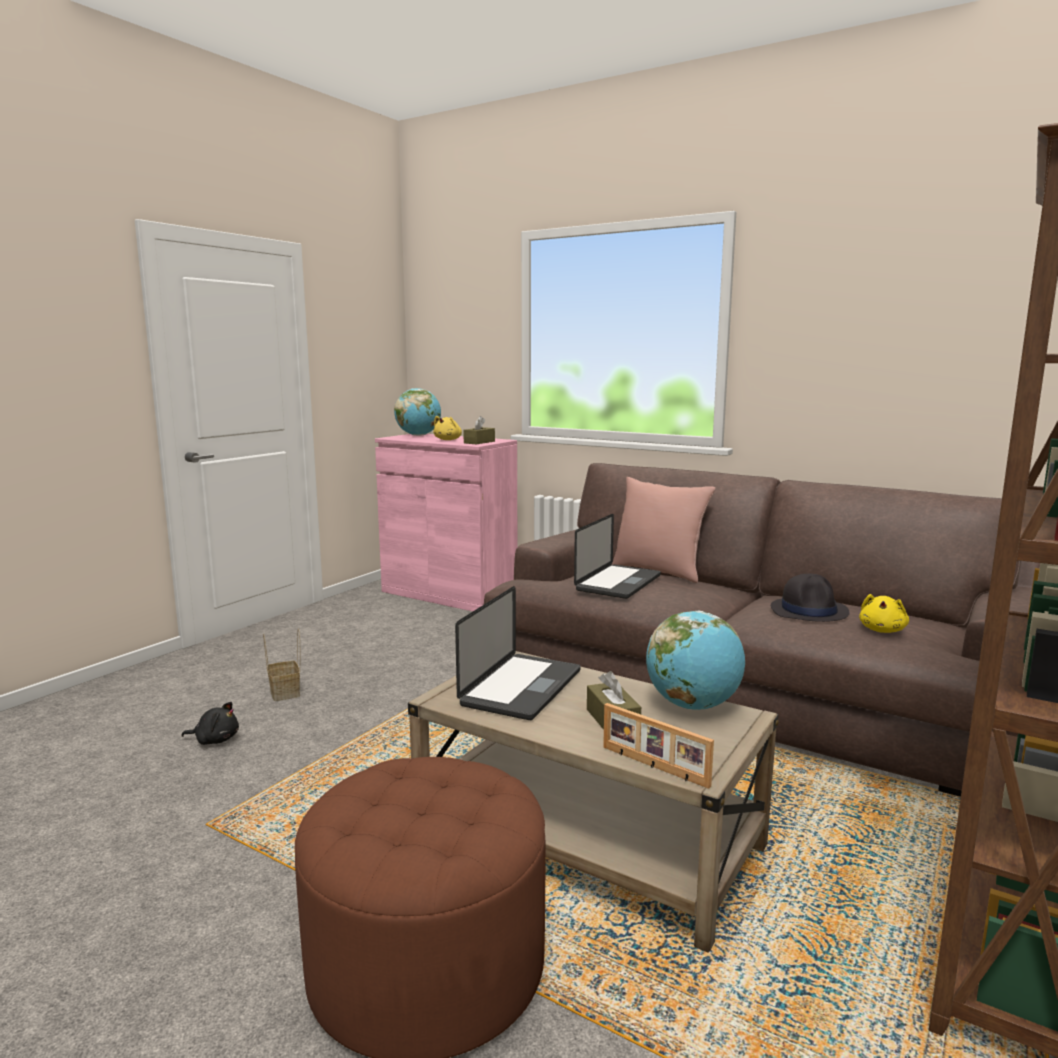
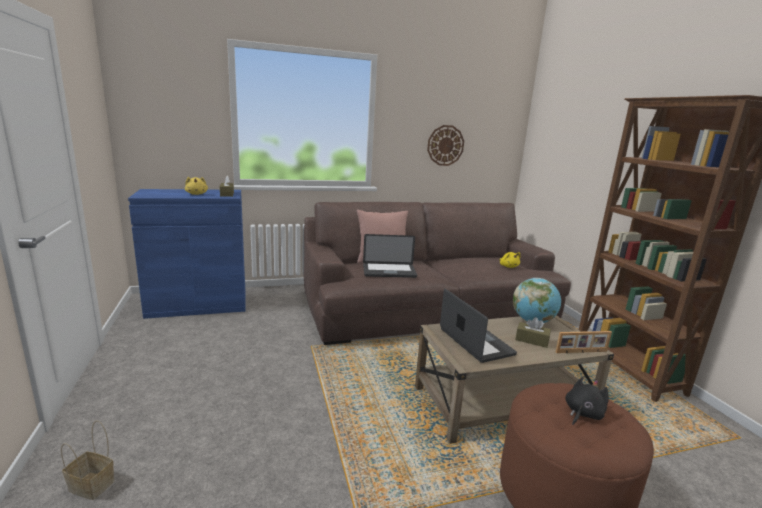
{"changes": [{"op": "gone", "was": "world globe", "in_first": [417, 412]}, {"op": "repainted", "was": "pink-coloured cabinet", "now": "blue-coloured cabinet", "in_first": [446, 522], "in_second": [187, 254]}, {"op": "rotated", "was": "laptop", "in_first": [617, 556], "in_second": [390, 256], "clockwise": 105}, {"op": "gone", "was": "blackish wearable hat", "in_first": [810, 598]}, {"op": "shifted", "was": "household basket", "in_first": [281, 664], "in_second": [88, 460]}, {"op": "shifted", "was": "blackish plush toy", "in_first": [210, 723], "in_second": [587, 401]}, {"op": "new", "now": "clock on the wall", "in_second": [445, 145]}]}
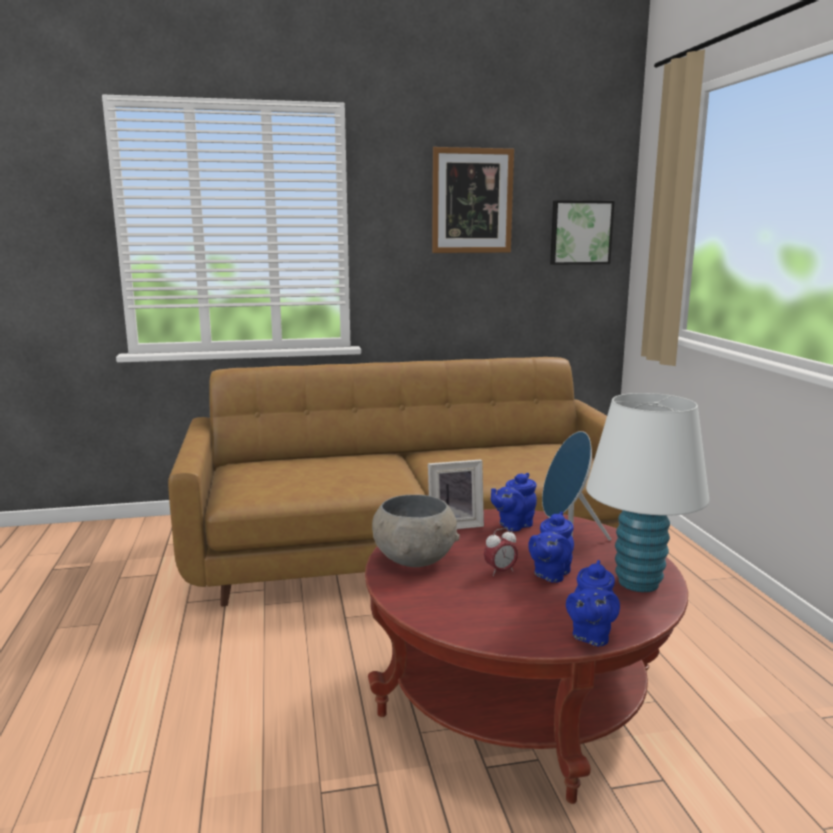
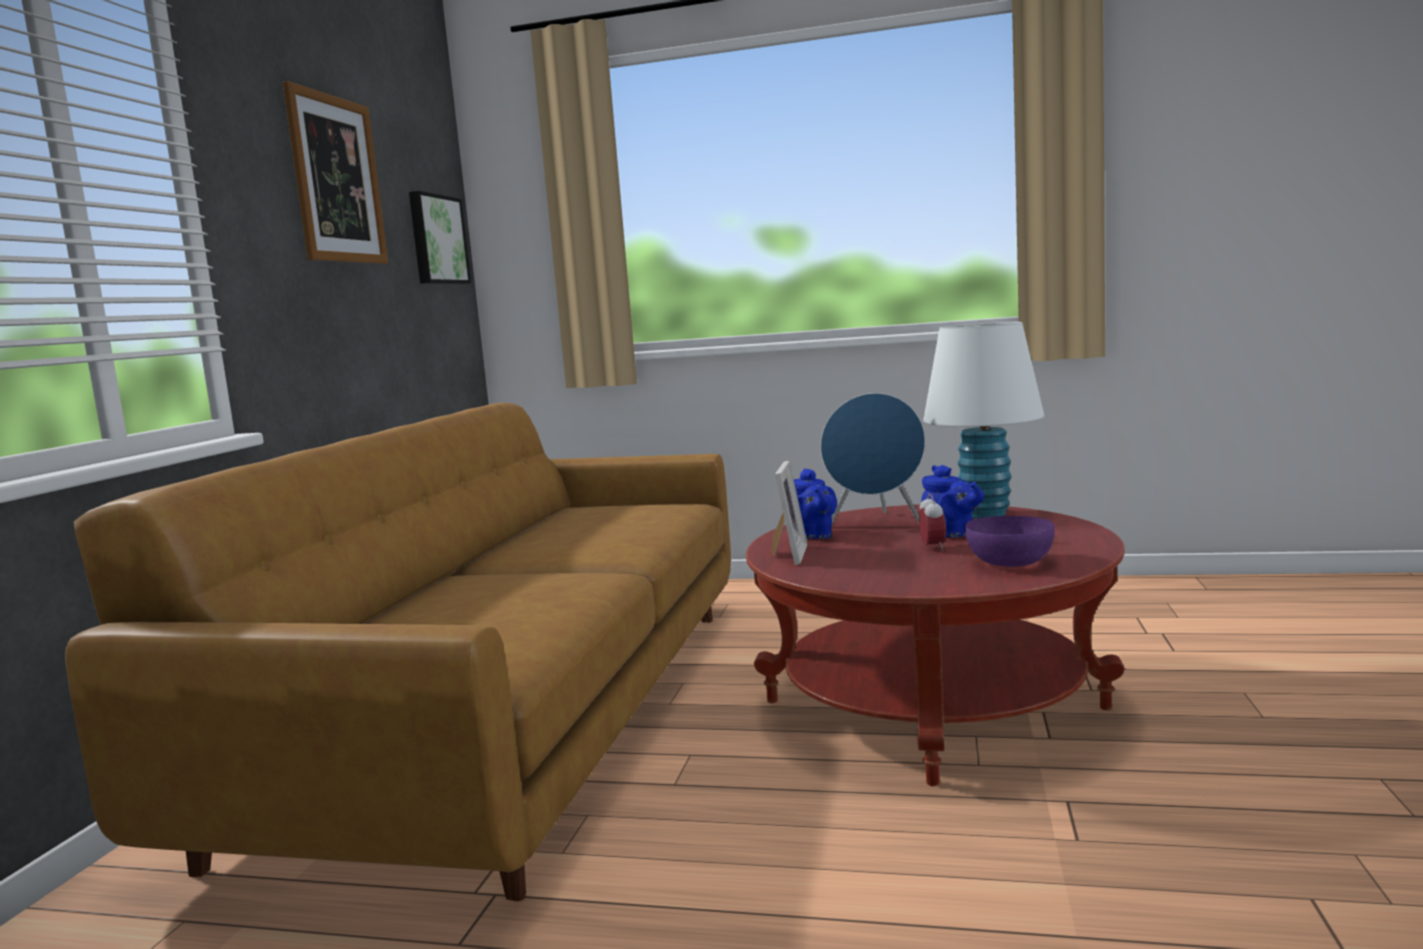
{"changes": [{"op": "gone", "was": "greyish serving bowl", "in_first": [416, 531]}, {"op": "gone", "was": "blue-coloured pot for tea", "in_first": [593, 603]}, {"op": "new", "now": "purple serving bowl", "in_second": [1010, 541]}]}
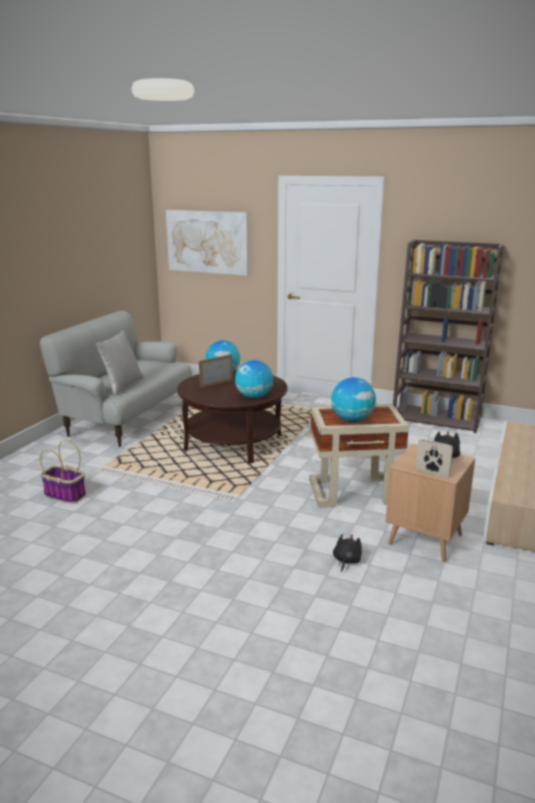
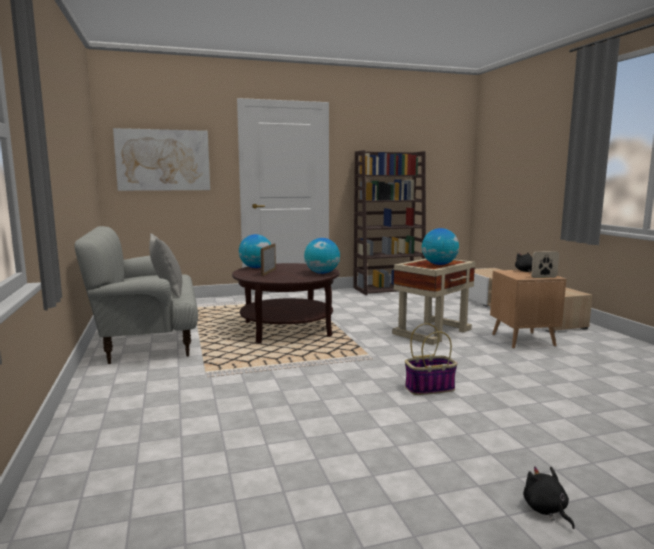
{"changes": [{"op": "shifted", "was": "household basket", "in_first": [63, 472], "in_second": [431, 359]}, {"op": "shifted", "was": "blackish plush toy", "in_first": [347, 553], "in_second": [549, 497]}]}
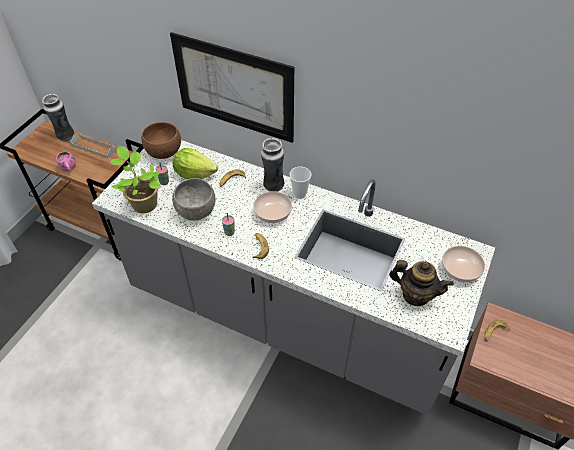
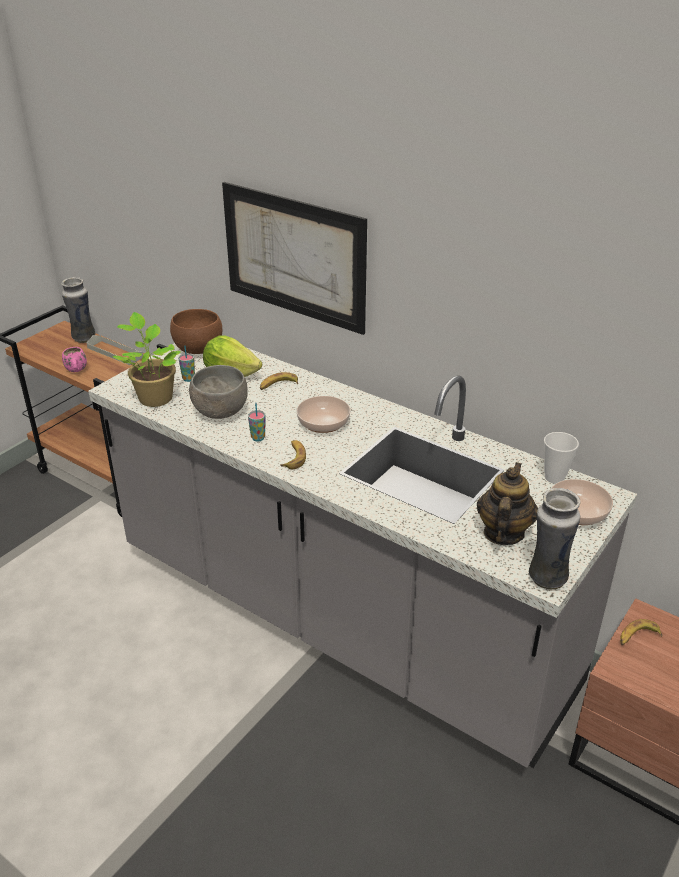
{"changes": [{"op": "shifted", "was": "flower vase", "in_first": [272, 165], "in_second": [555, 539]}, {"op": "shifted", "was": "small cup", "in_first": [300, 183], "in_second": [561, 458]}, {"op": "rotated", "was": "pot for tea", "in_first": [421, 283], "in_second": [507, 503], "clockwise": -105}]}
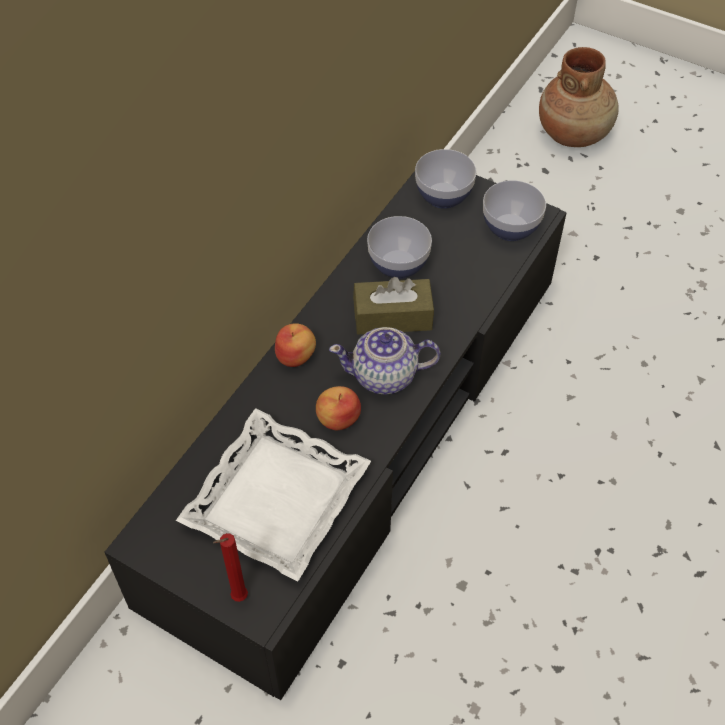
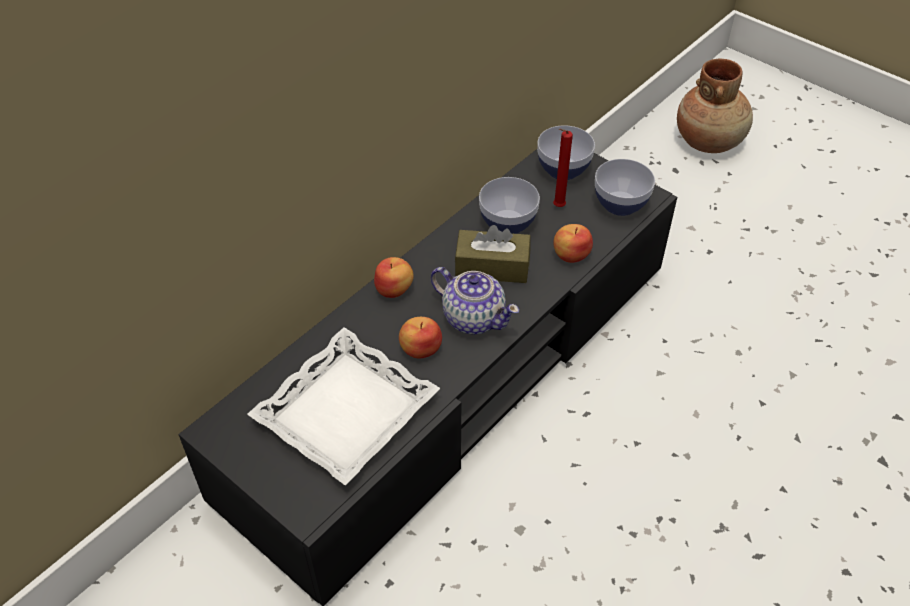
{"changes": [{"op": "rotated", "was": "pot for tea", "in_first": [385, 361], "in_second": [475, 301], "clockwise": -150}, {"op": "shifted", "was": "red candle", "in_first": [230, 567], "in_second": [563, 168]}, {"op": "new", "now": "apple", "in_second": [573, 243]}]}
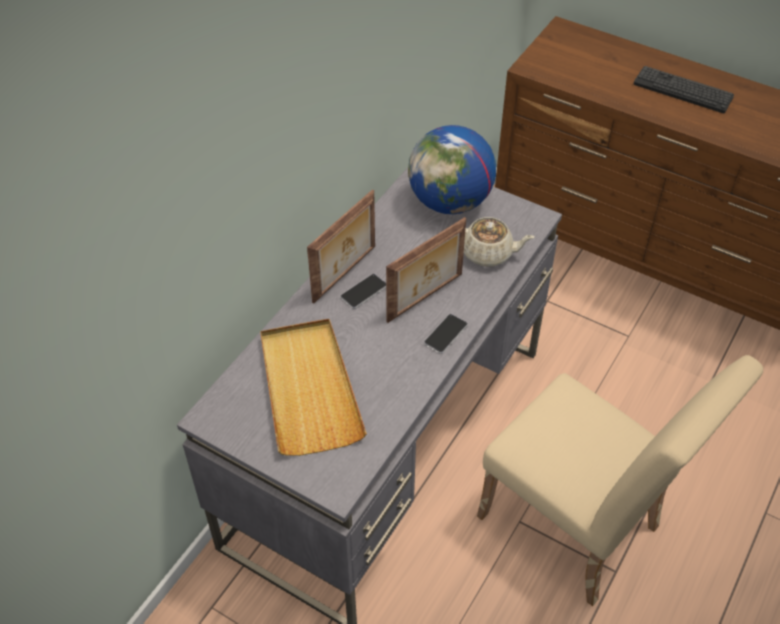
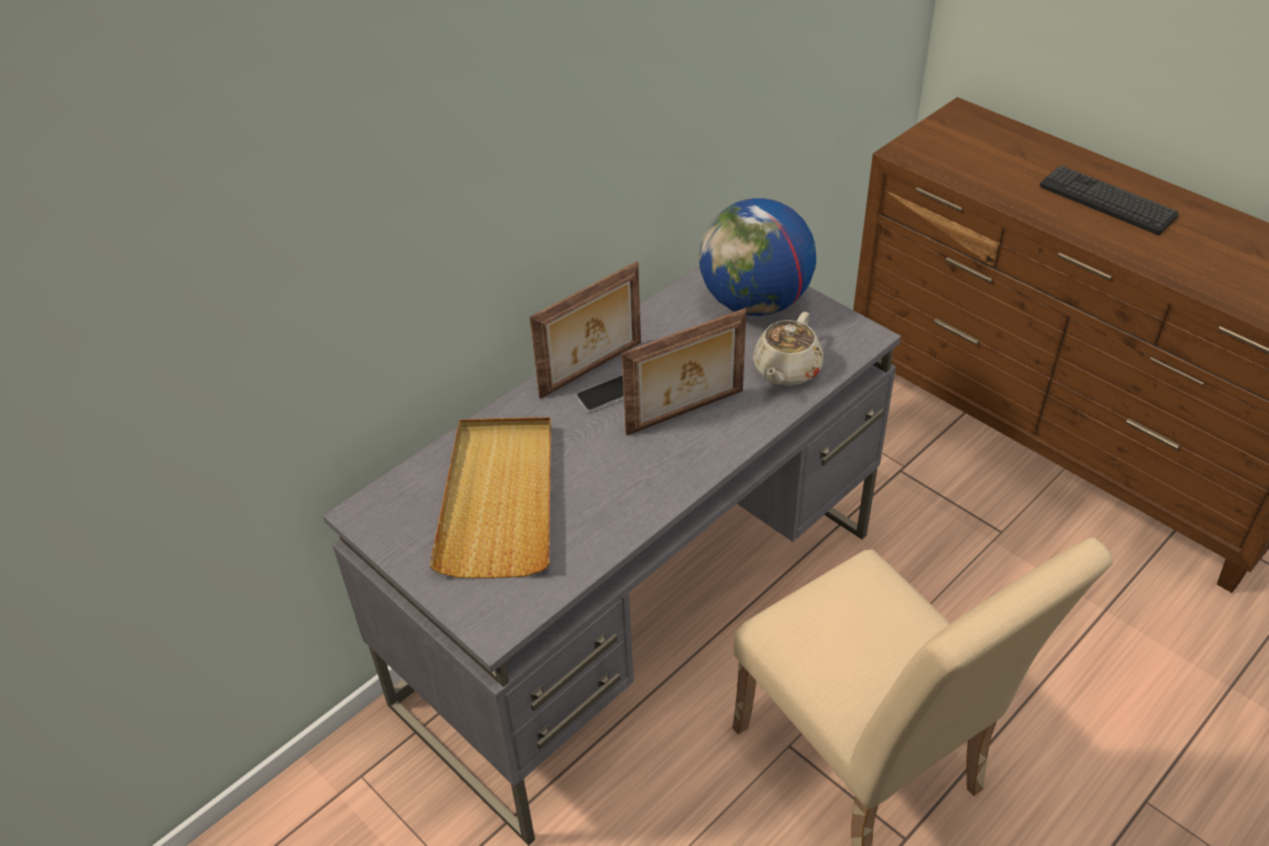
{"changes": [{"op": "rotated", "was": "beige pot for tea", "in_first": [499, 241], "in_second": [788, 349], "clockwise": 90}, {"op": "gone", "was": "handset", "in_first": [446, 334]}]}
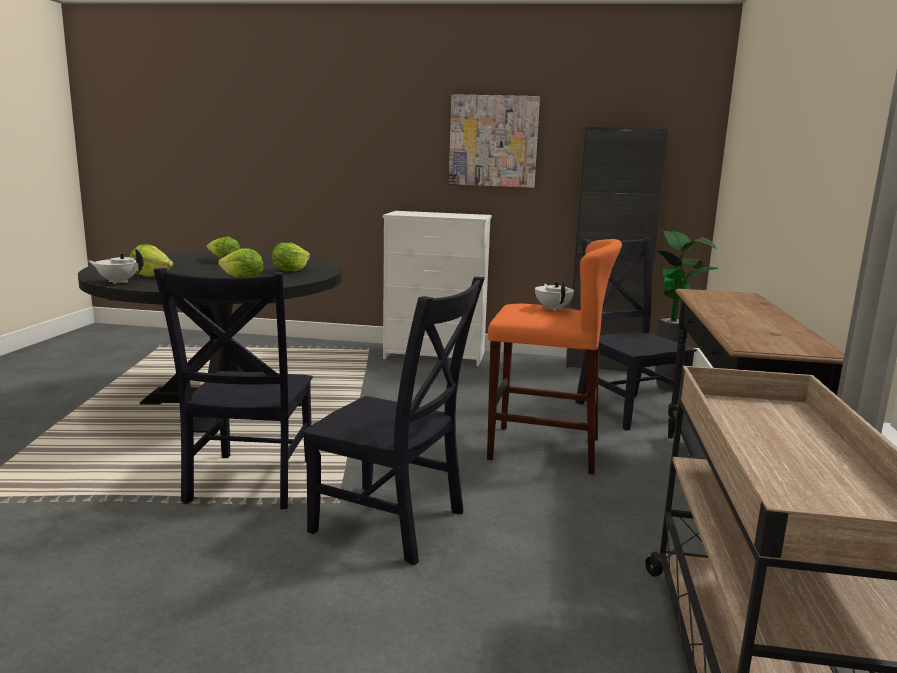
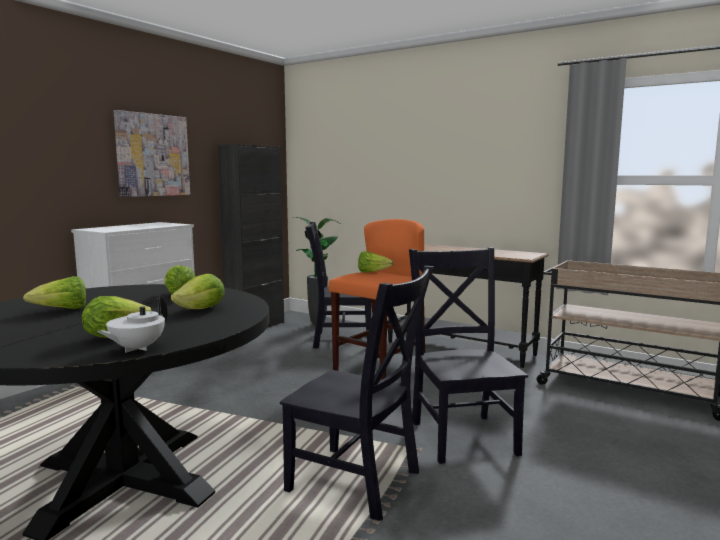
{"changes": [{"op": "rotated", "was": "blackish upright chair", "in_first": [394, 421], "in_second": [468, 355], "clockwise": -60}, {"op": "swapped", "was": "white-coloured pot for tea", "now": "lettuce", "in_first": [554, 295], "in_second": [376, 262]}]}
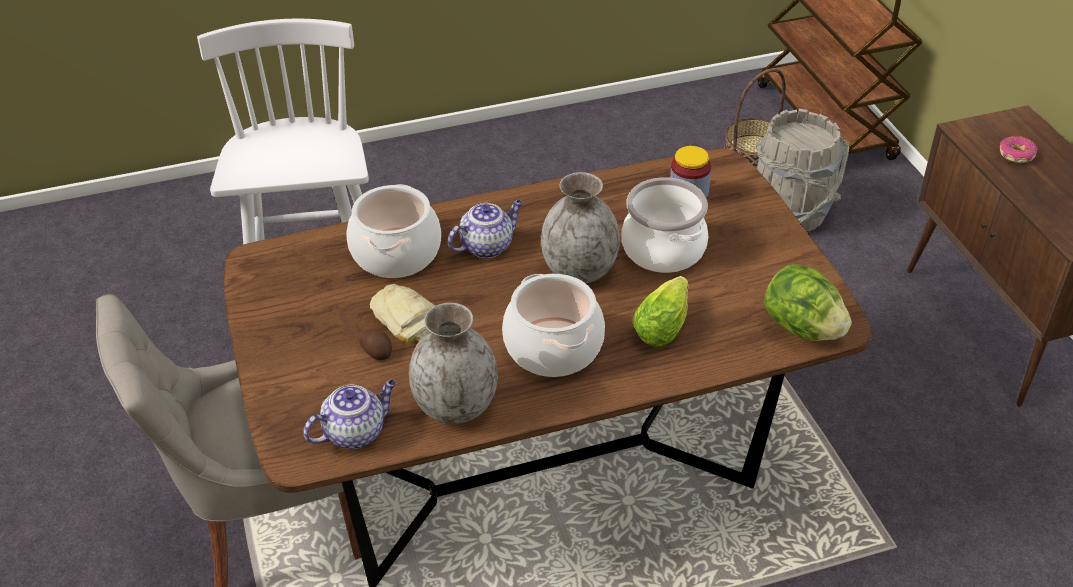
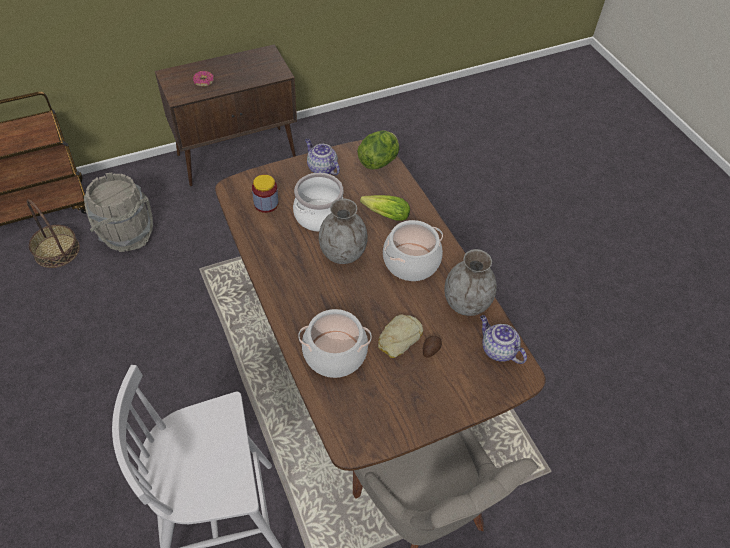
{"changes": [{"op": "shifted", "was": "pot for tea", "in_first": [485, 229], "in_second": [322, 157]}]}
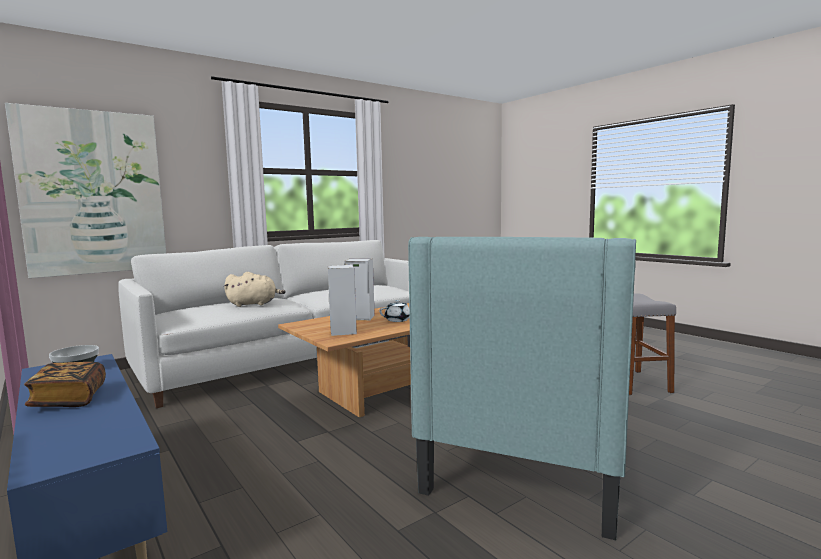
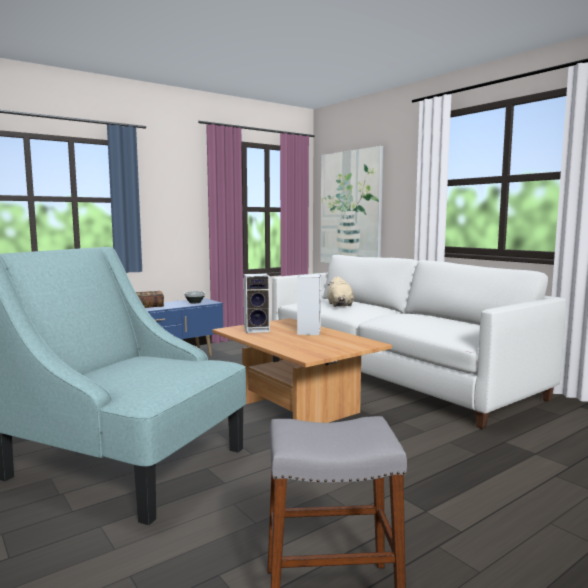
{"changes": [{"op": "gone", "was": "white-coloured pot for tea", "in_first": [394, 311]}]}
